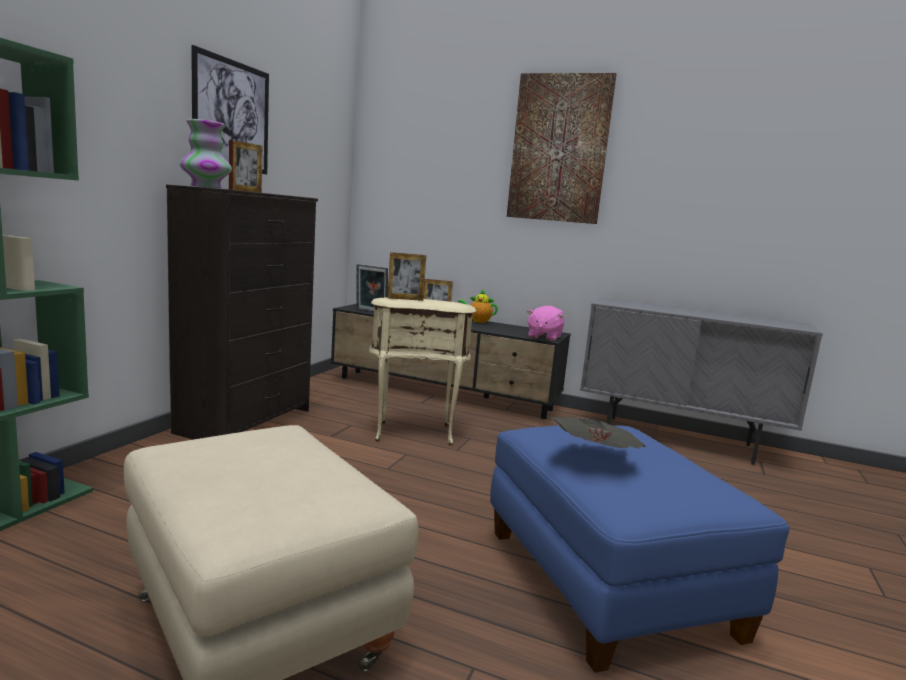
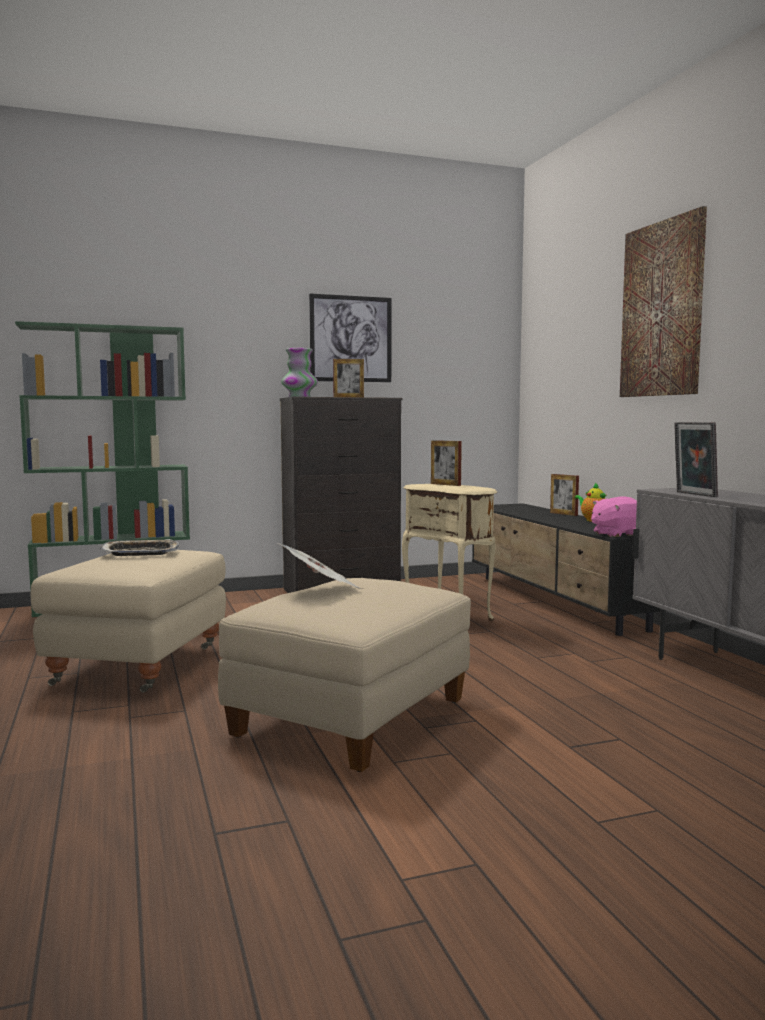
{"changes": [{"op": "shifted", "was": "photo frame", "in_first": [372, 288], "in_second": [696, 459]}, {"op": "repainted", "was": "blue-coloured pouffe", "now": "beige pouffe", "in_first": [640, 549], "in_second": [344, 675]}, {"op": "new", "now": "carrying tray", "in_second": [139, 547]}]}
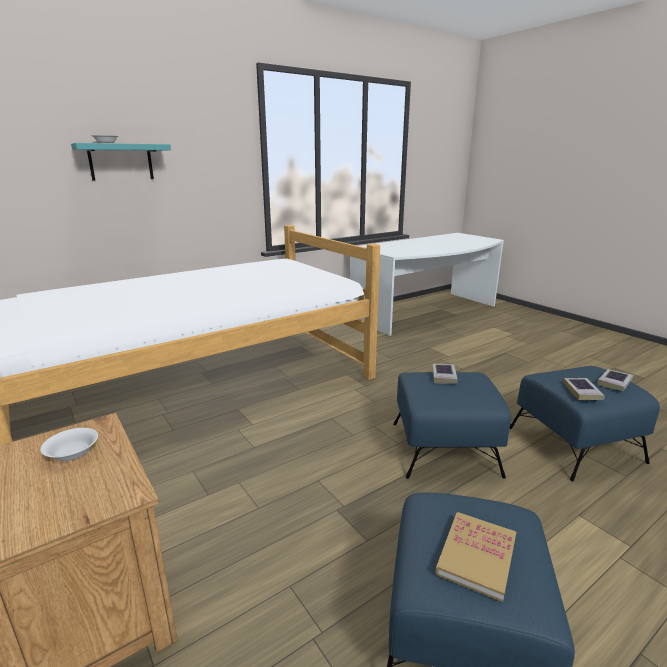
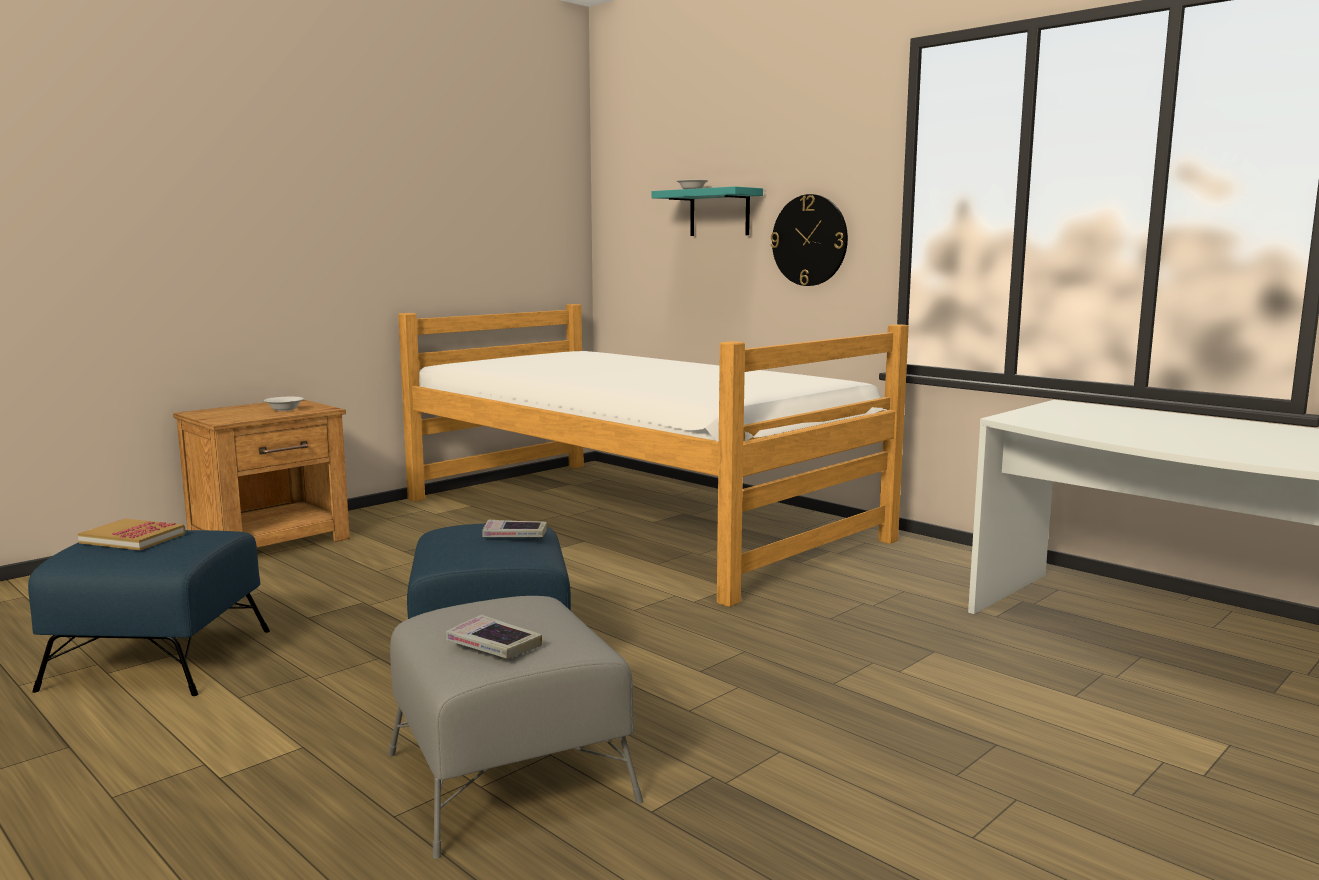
{"changes": [{"op": "repainted", "was": "blue-coloured pouffe", "now": "greyish pouffe", "in_first": [585, 423], "in_second": [515, 727]}, {"op": "gone", "was": "book", "in_first": [584, 389]}, {"op": "new", "now": "clock on the wall", "in_second": [809, 240]}]}
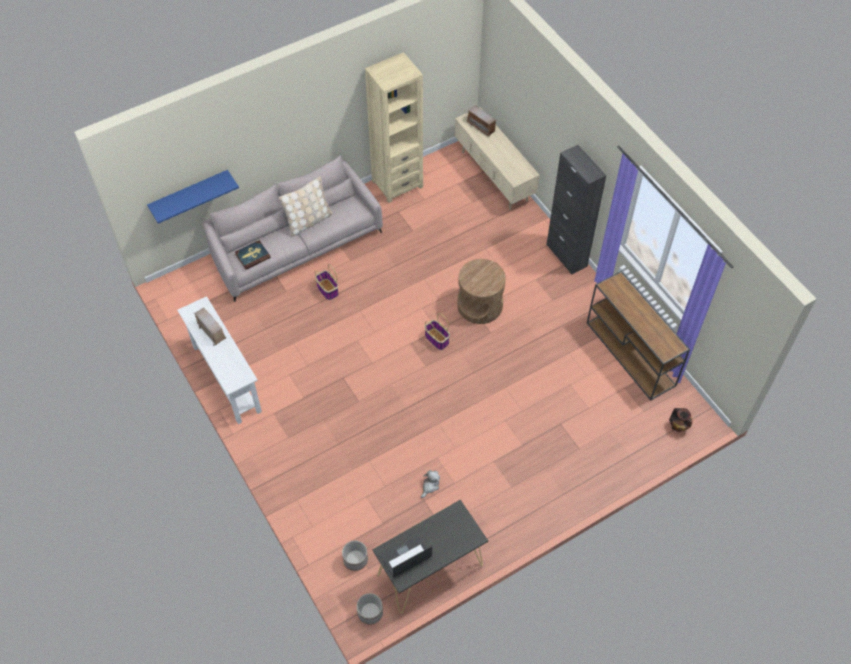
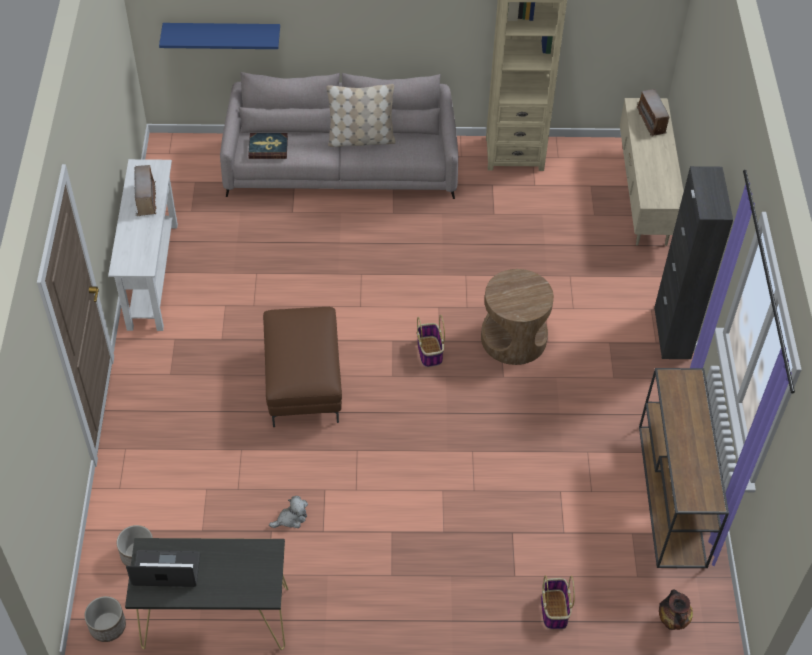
{"changes": [{"op": "shifted", "was": "household basket", "in_first": [327, 282], "in_second": [558, 602]}, {"op": "new", "now": "brown-coloured pouffe", "in_second": [302, 367]}]}
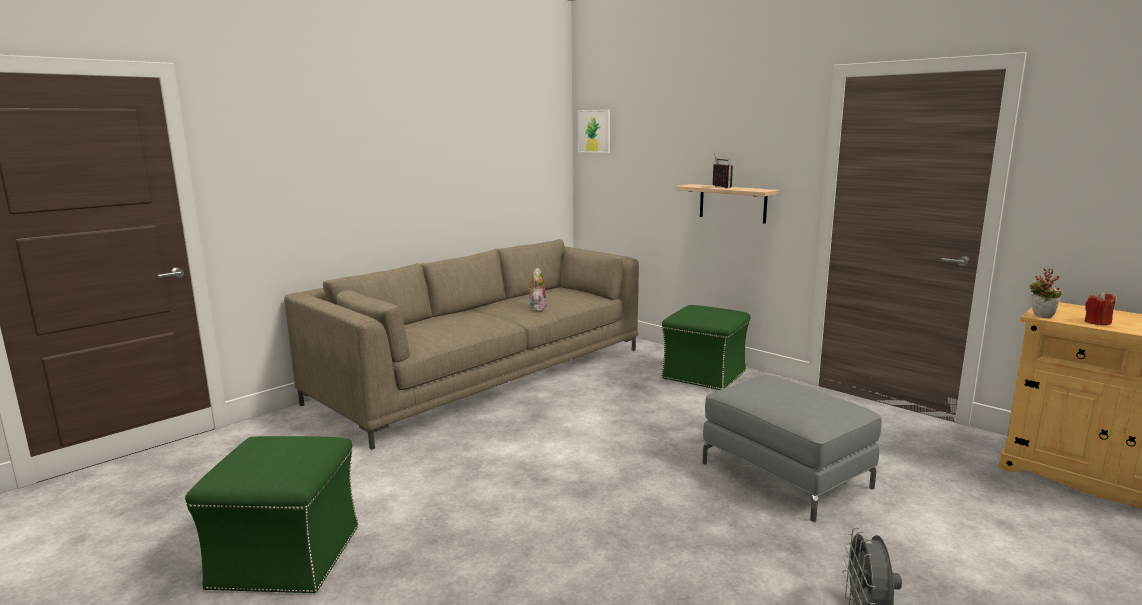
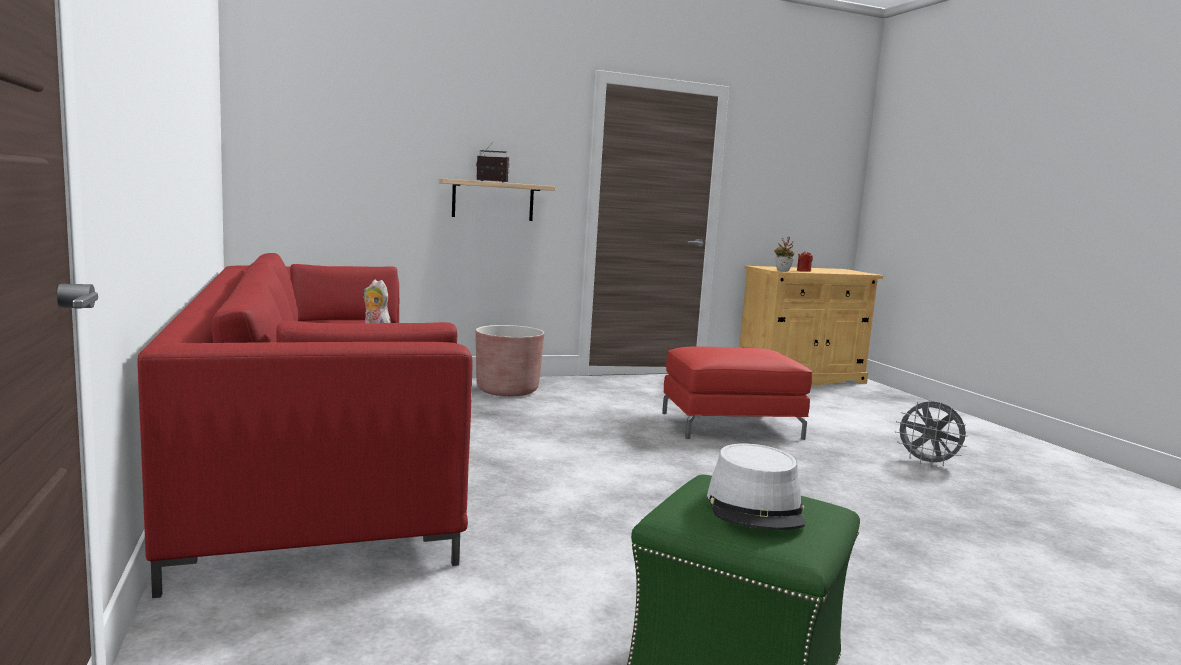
{"changes": [{"op": "gone", "was": "picture", "in_first": [593, 131]}, {"op": "repainted", "was": "beige settee", "now": "red settee", "in_first": [461, 344], "in_second": [304, 425]}, {"op": "swapped", "was": "green-coloured pouffe", "now": "brown-coloured flower pot", "in_first": [705, 347], "in_second": [510, 360]}, {"op": "repainted", "was": "greyish pouffe", "now": "red pouffe", "in_first": [792, 448], "in_second": [737, 393]}, {"op": "new", "now": "greyish wearable hat", "in_second": [756, 486]}]}
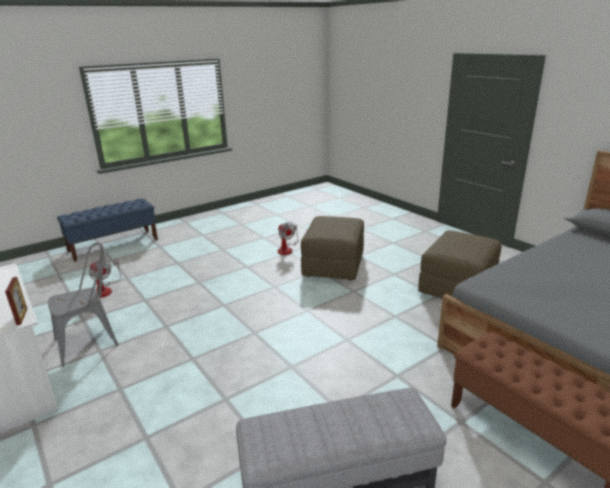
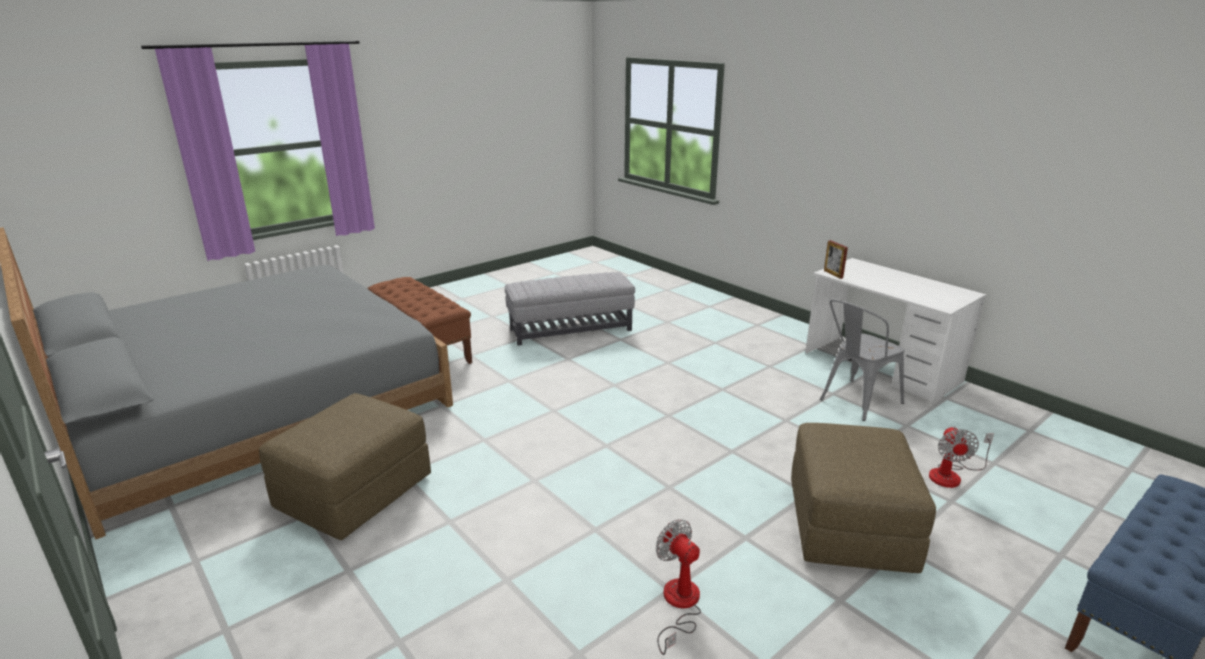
{"changes": [{"op": "shifted", "was": "brown-coloured pouffe", "in_first": [332, 248], "in_second": [863, 498]}, {"op": "rotated", "was": "electric fan", "in_first": [105, 278], "in_second": [961, 457], "clockwise": -120}]}
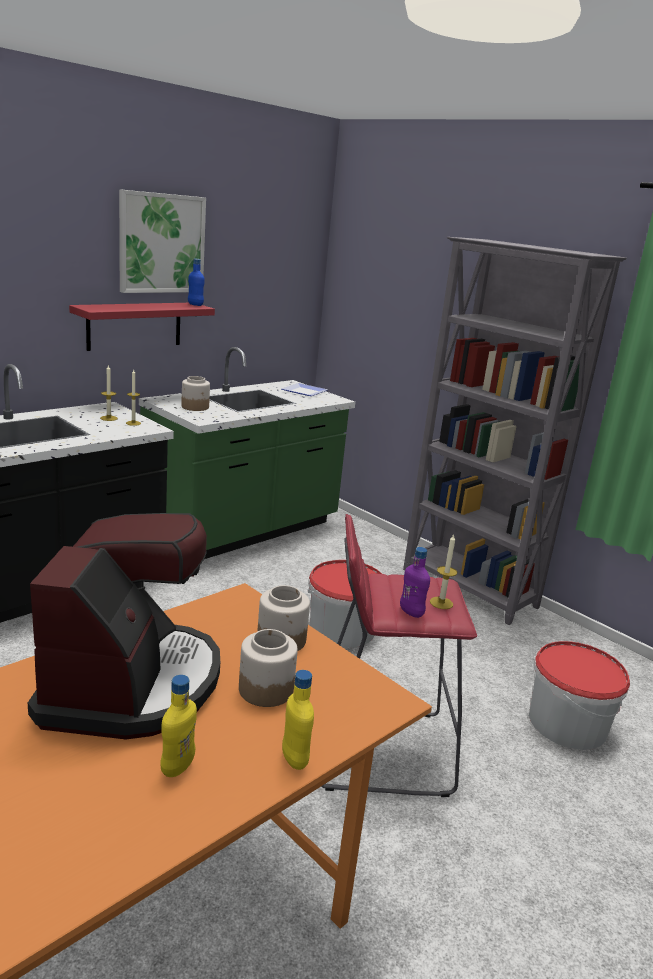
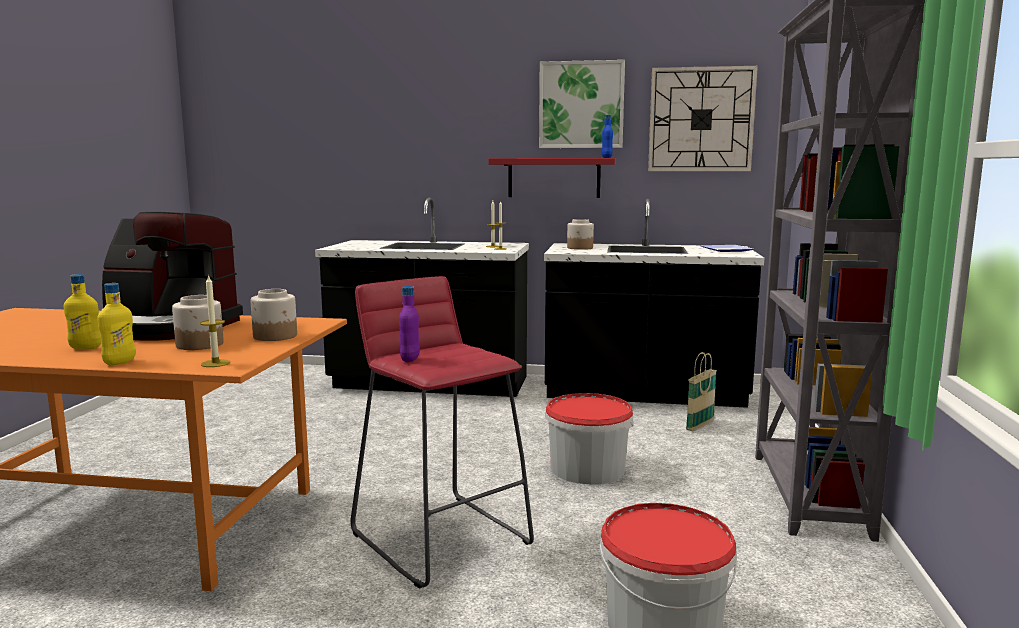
{"changes": [{"op": "repainted", "was": "green-coloured kitchen base unit", "now": "blackish kitchen base unit", "in_first": [247, 453], "in_second": [654, 303]}, {"op": "rotated", "was": "coffee machine", "in_first": [124, 626], "in_second": [172, 276], "clockwise": 45}, {"op": "shifted", "was": "candle", "in_first": [443, 571], "in_second": [215, 320]}, {"op": "new", "now": "clock on the wall", "in_second": [703, 118]}, {"op": "new", "now": "household basket", "in_second": [701, 391]}]}
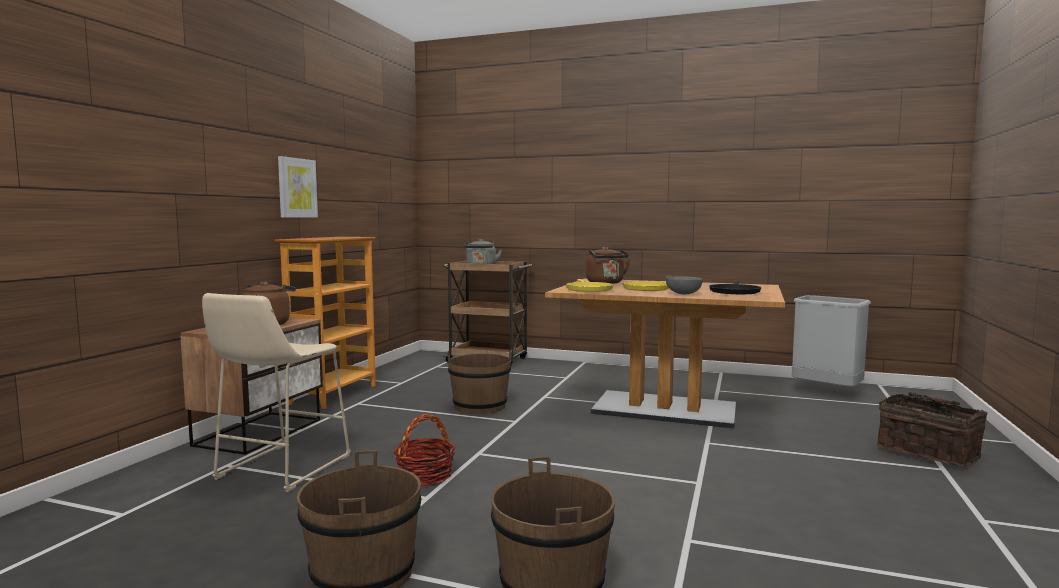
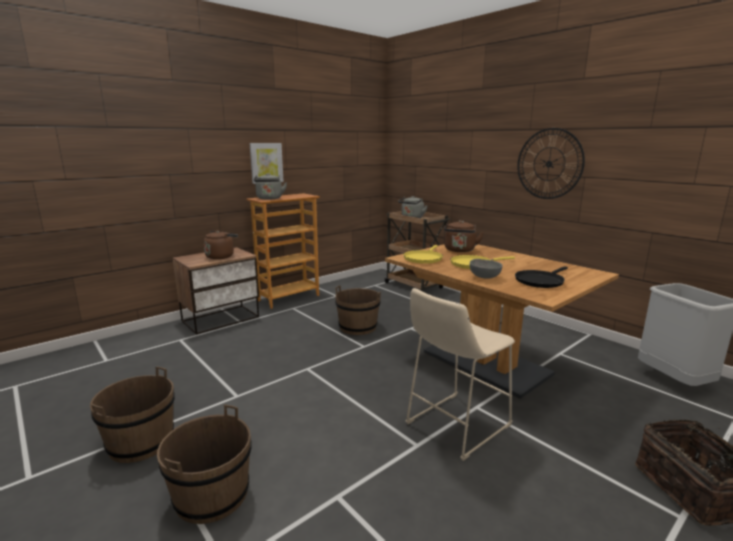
{"changes": [{"op": "shifted", "was": "beige stool", "in_first": [276, 392], "in_second": [460, 374]}, {"op": "gone", "was": "household basket", "in_first": [425, 450]}, {"op": "new", "now": "clock on the wall", "in_second": [551, 163]}, {"op": "new", "now": "greyish water kettle", "in_second": [270, 186]}]}
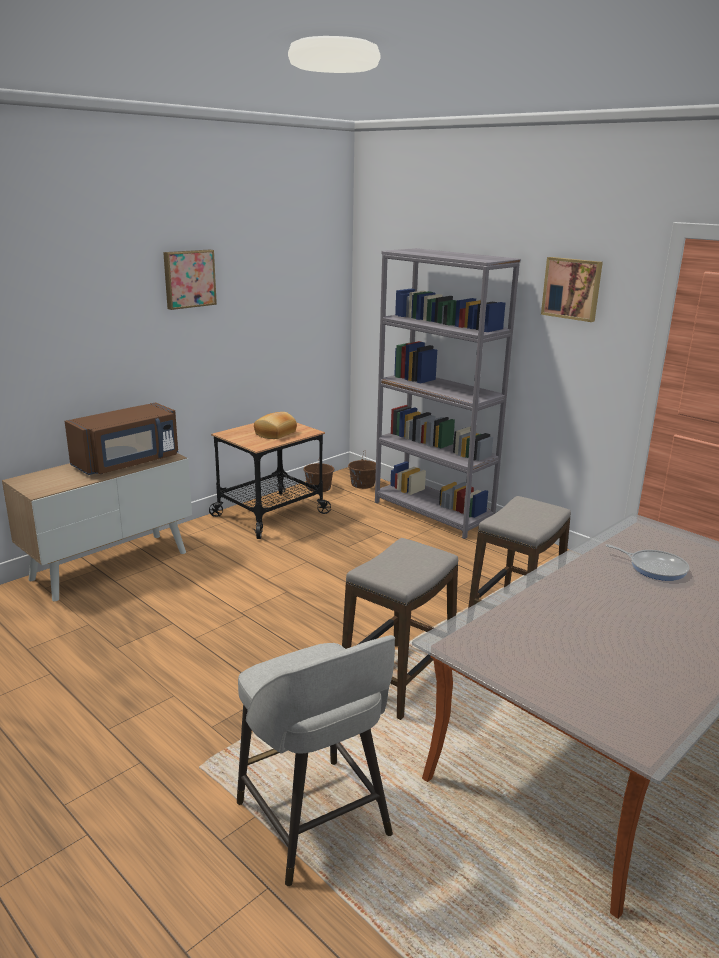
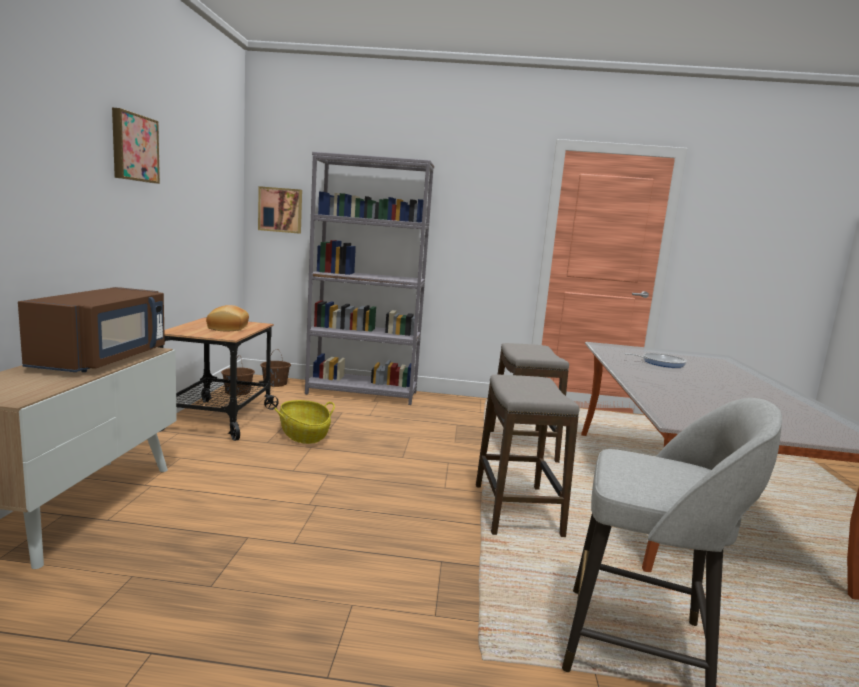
{"changes": [{"op": "shifted", "was": "picture", "in_first": [572, 289], "in_second": [280, 210]}, {"op": "new", "now": "household basket", "in_second": [304, 422]}]}
